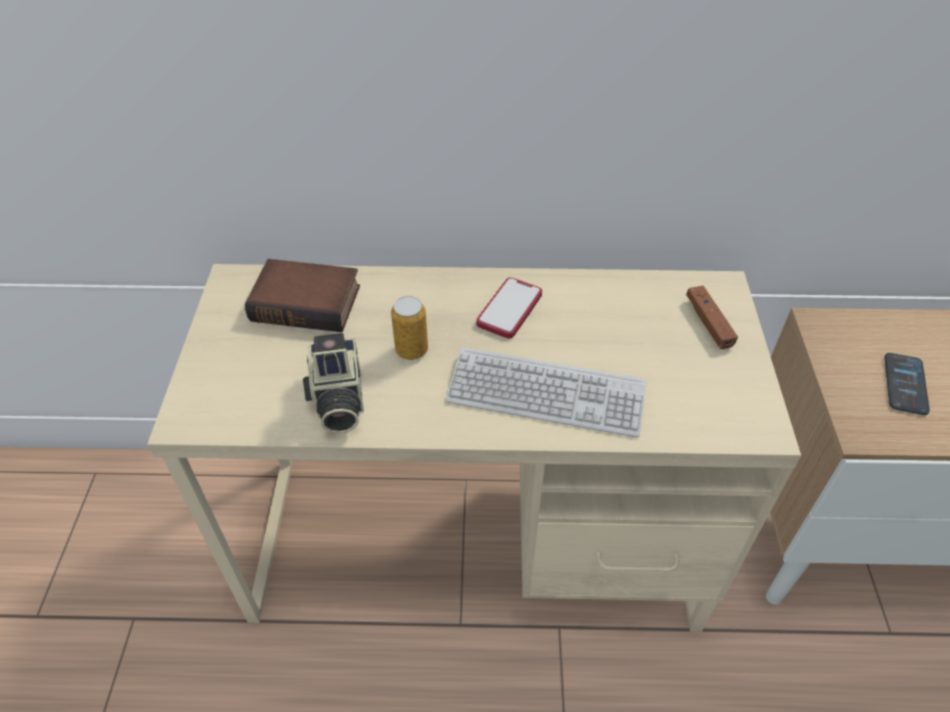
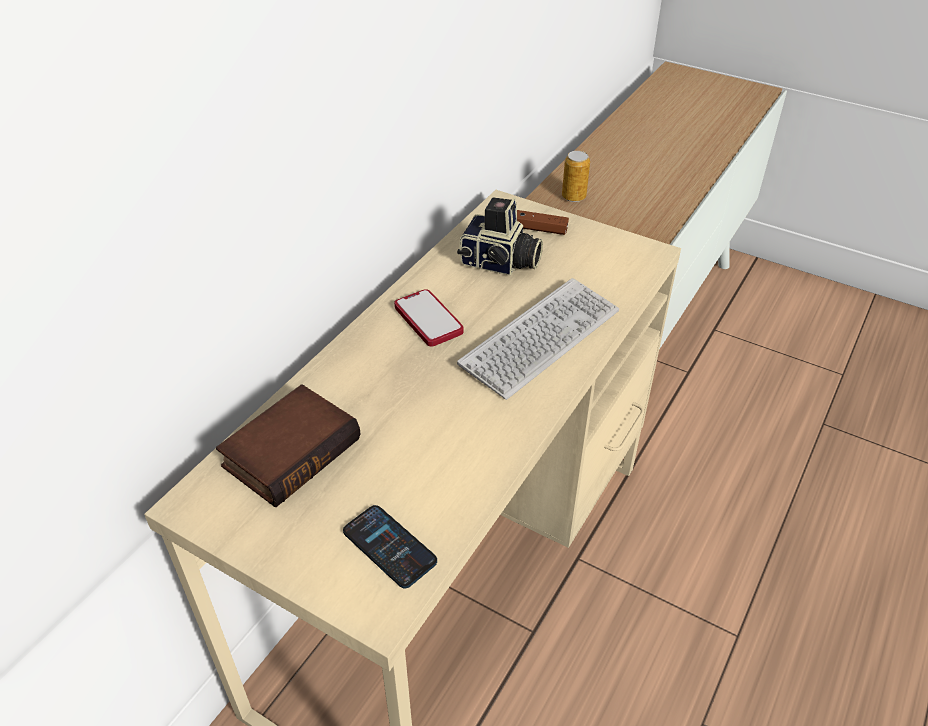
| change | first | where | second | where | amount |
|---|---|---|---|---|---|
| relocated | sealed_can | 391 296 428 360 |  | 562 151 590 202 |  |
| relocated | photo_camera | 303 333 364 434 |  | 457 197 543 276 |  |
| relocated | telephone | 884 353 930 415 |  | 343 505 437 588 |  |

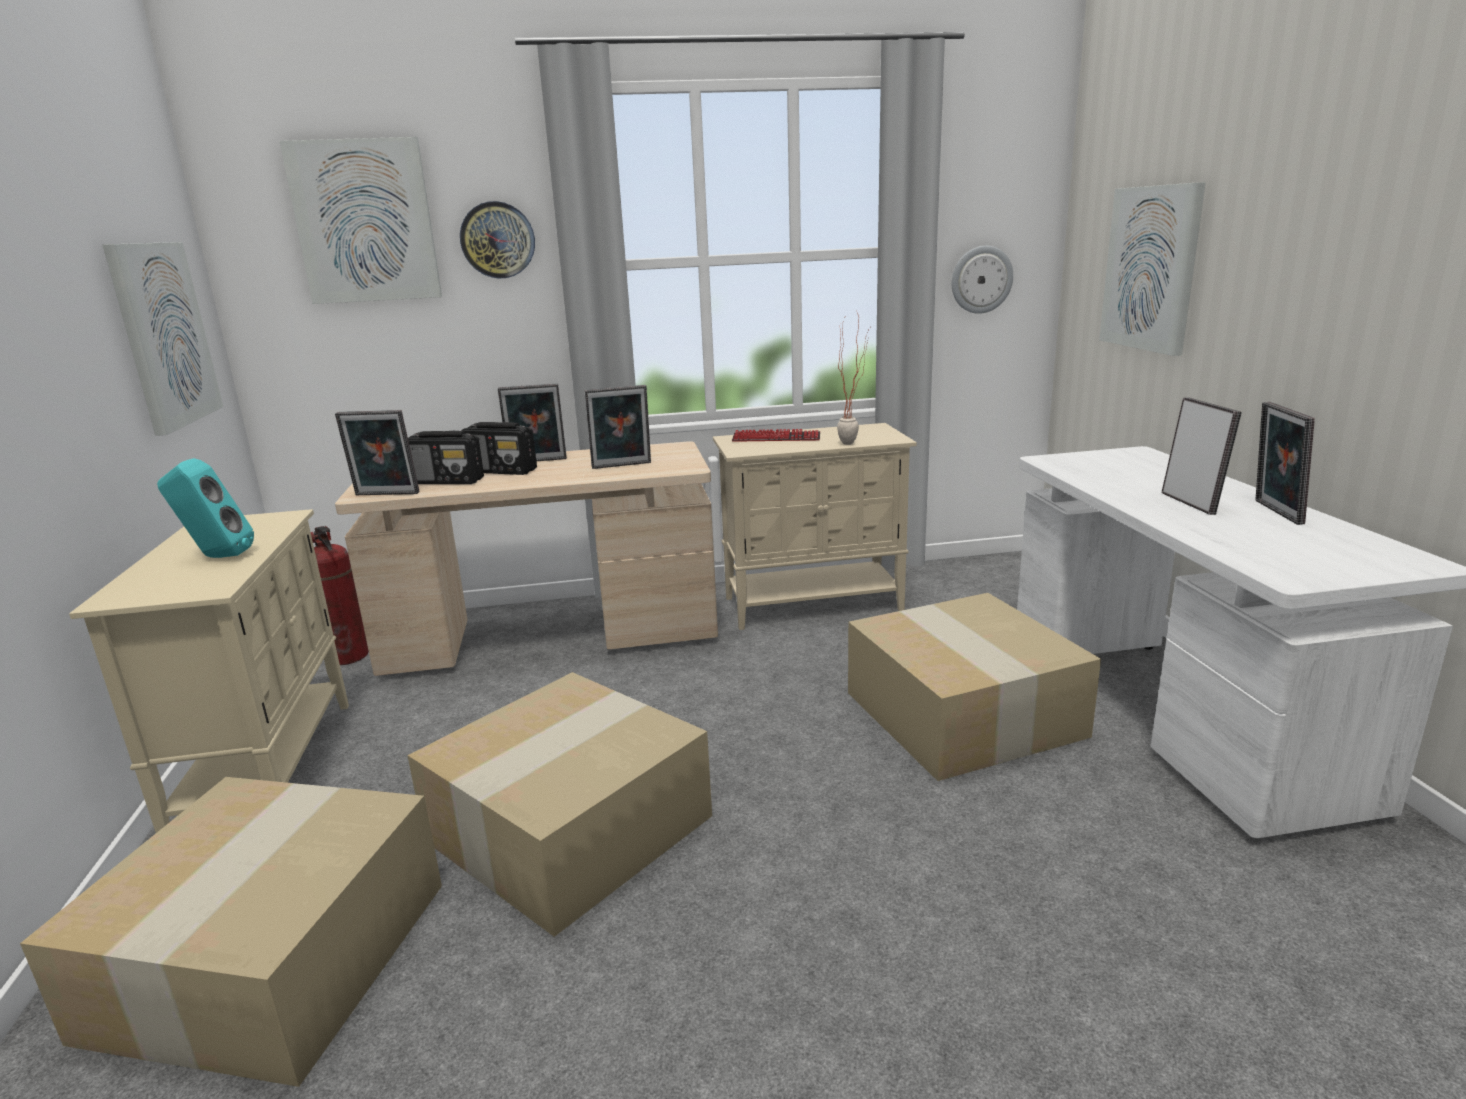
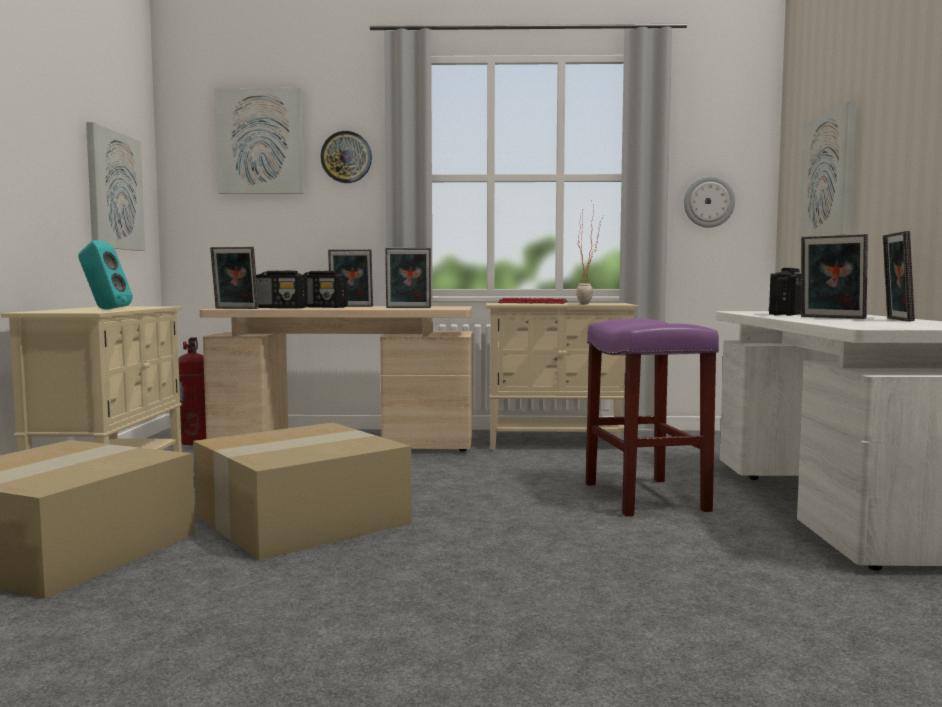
| change | first | where | second | where | amount |
|---|---|---|---|---|---|
| spun | standing_frame | 1162 397 1242 515 |  | 801 234 868 319 | 135 degrees clockwise |
| exchanged | carton | 848 593 1101 781 | purple_stool | 586 319 719 516 |  |
| appeared |  |  | radio_receiver | 769 268 801 316 |  |

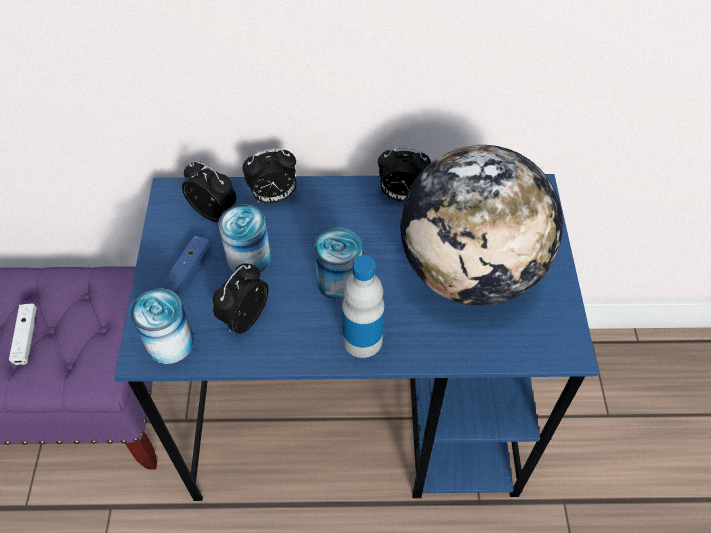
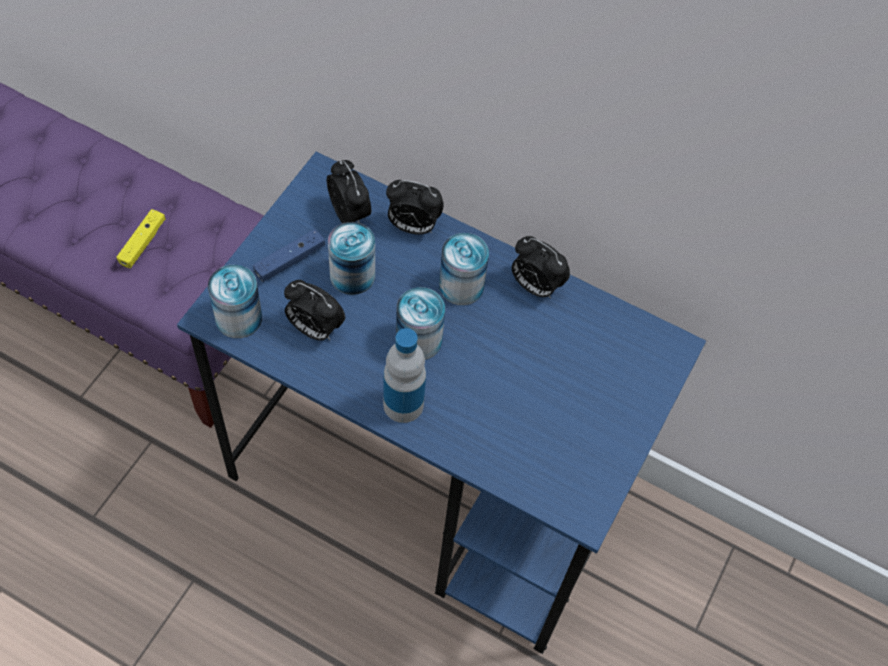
| change | first | where | second | where | amount |
|---|---|---|---|---|---|
| missing | world_globe | 400 145 563 306 |  |  |  |
| spun | alarm_clock | 213 263 269 334 |  | 284 280 345 341 | 120 degrees counterclockwise |
| colour | whitish_joypad | 9 303 37 365 | yellow-coloured_joypad | 117 209 166 268 |  |
| appeared |  |  | sealed_can | 439 233 489 305 |  |

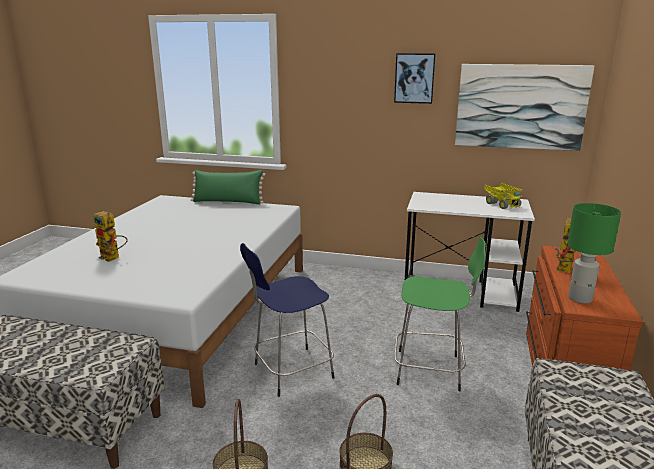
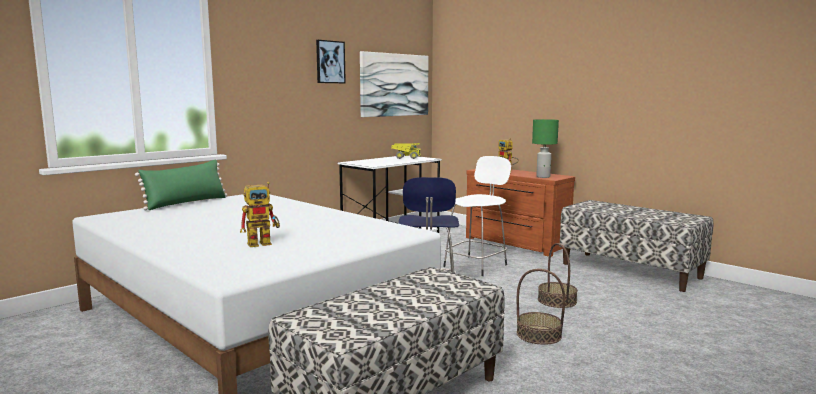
| change | first | where | second | where | amount |
|---|---|---|---|---|---|
| colour | green-coloured_stool | 394 237 486 391 | whitish_stool | 443 156 511 276 |  |

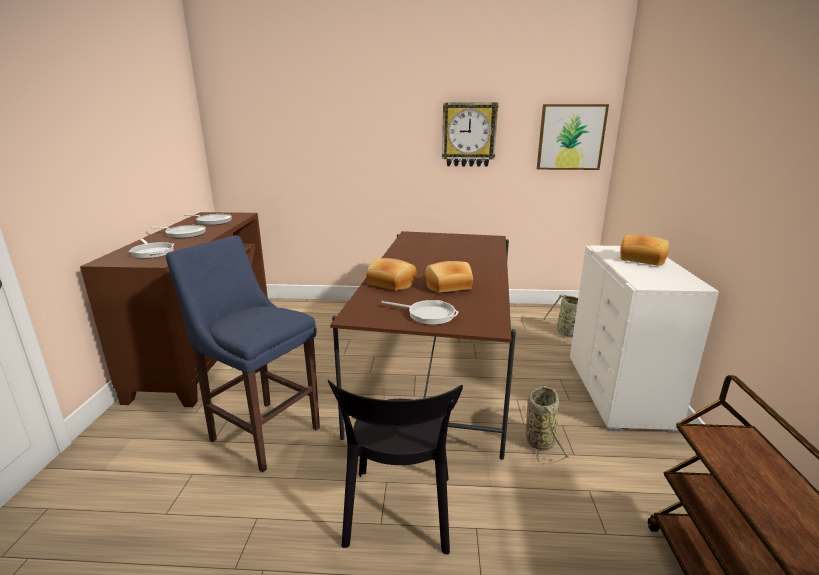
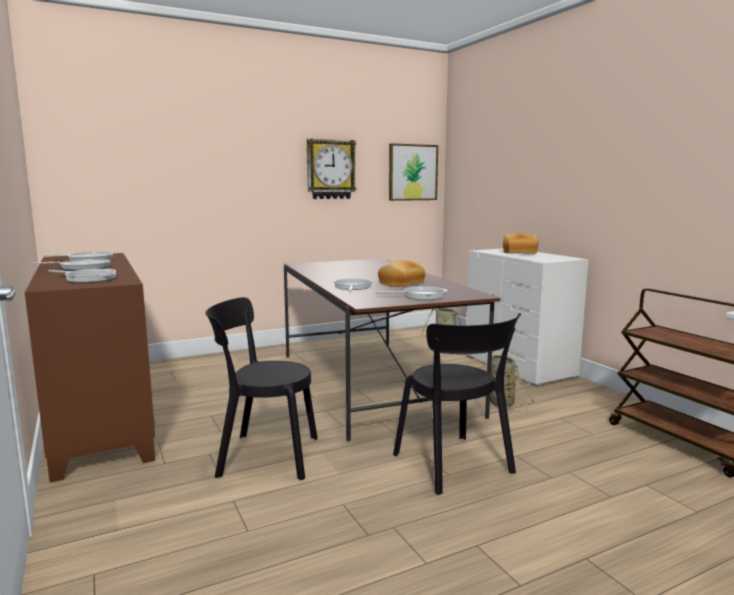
| change | first | where | second | where | amount |
|---|---|---|---|---|---|
| exchanged | bluish_stool | 166 235 320 472 | black-coloured_chair | 205 297 318 480 |  |
| exchanged | baked_bread | 366 258 417 291 | frying_pan | 333 278 373 292 |  |

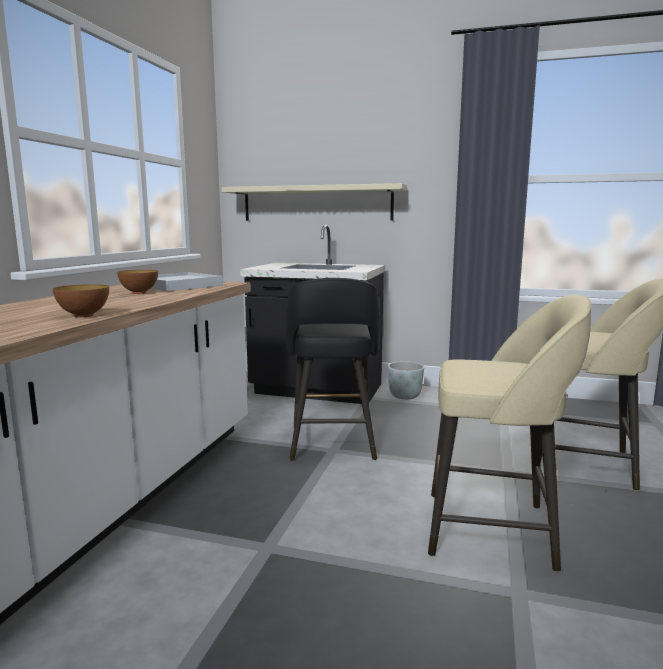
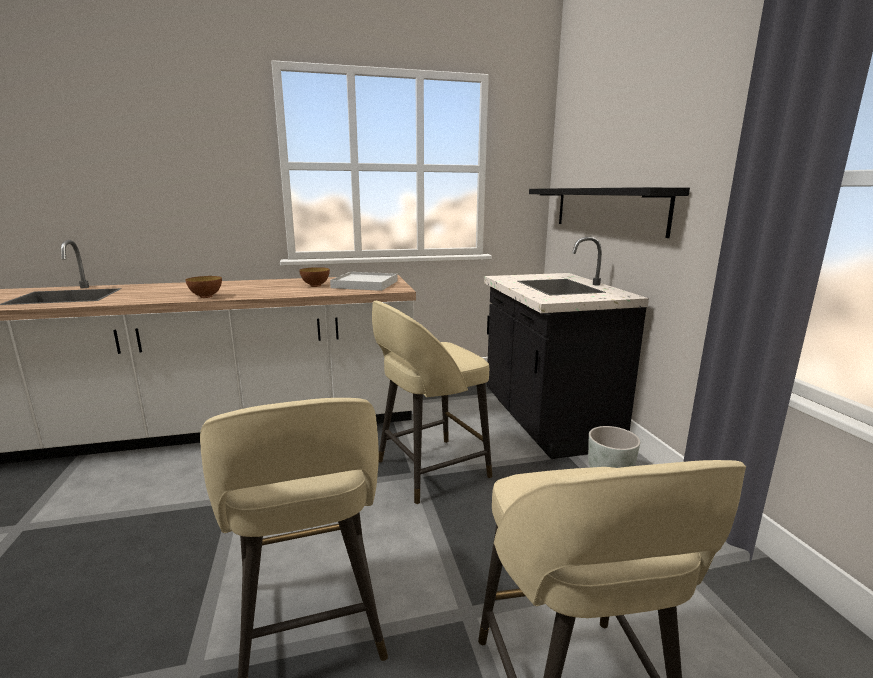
| change | first | where | second | where | amount |
|---|---|---|---|---|---|
| colour | beige_bracket_shelf | 221 183 407 221 | black-coloured_bracket_shelf | 529 187 690 238 |  |
| colour | black-coloured_stool | 286 278 380 461 | beige_stool | 372 301 492 504 |  |

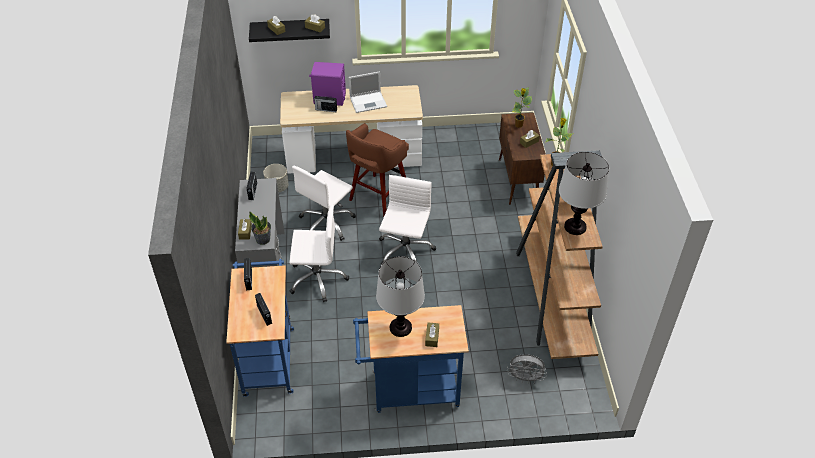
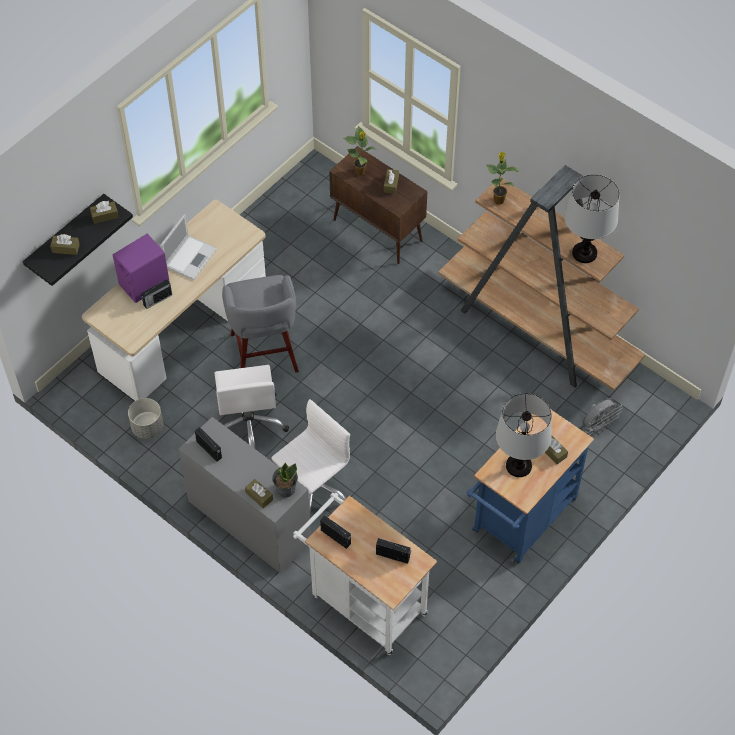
| change | first | where | second | where | amount |
|---|---|---|---|---|---|
| colour | brown_stool | 346 123 409 217 | grey_stool | 222 275 299 373 |  |
| missing | whitish_office_chair | 379 175 436 265 |  |  |  |
| colour | bluish_wheeled_cart | 226 259 294 397 | whitish_wheeled_cart | 293 493 437 655 |  |

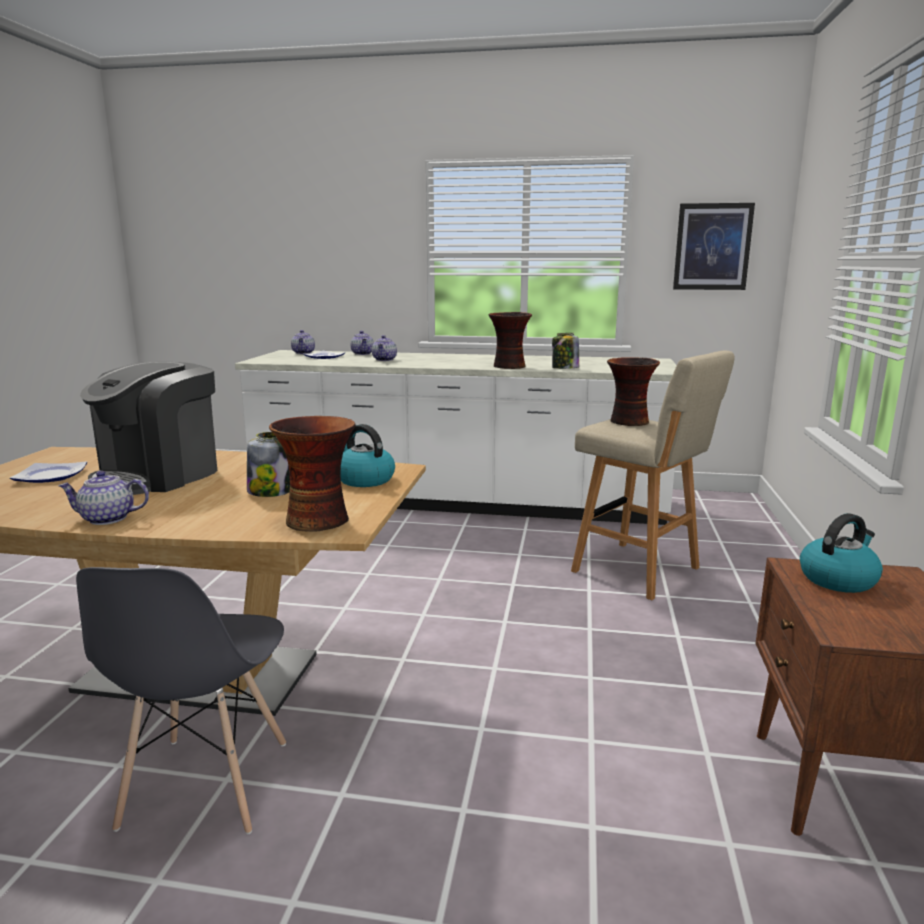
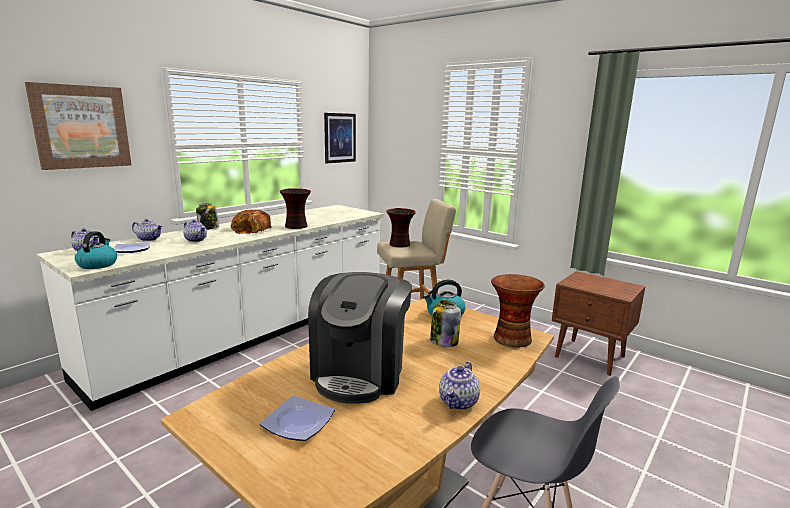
| change | first | where | second | where | amount |
|---|---|---|---|---|---|
| relocated | preserve_jar | 552 333 579 369 |  | 196 203 219 230 |  |
| spun | coffee_machine | 80 362 217 495 |  | 308 272 412 404 | 45 degrees clockwise |
| relocated | water_kettle | 800 513 883 593 |  | 75 231 117 269 |  |
| appeared |  |  | picture | 25 82 131 170 |  |
| appeared |  |  | baked_bread | 231 209 272 234 |  |

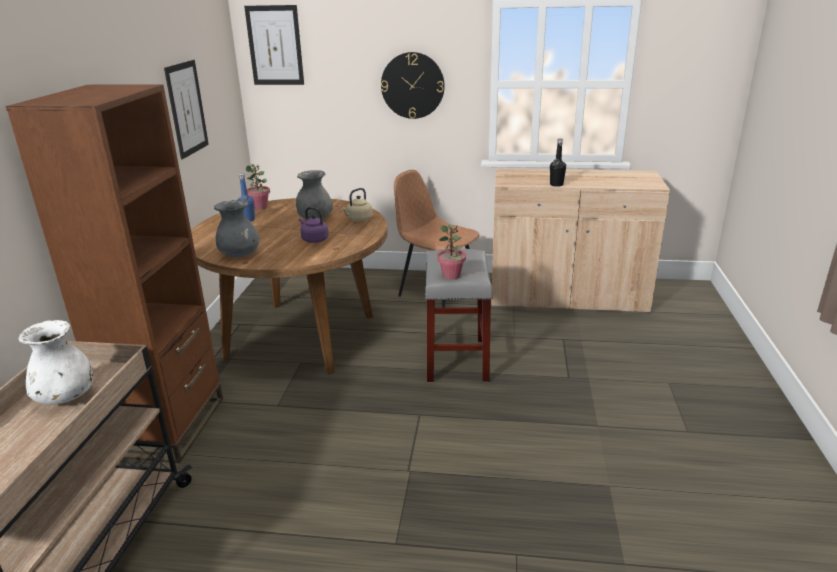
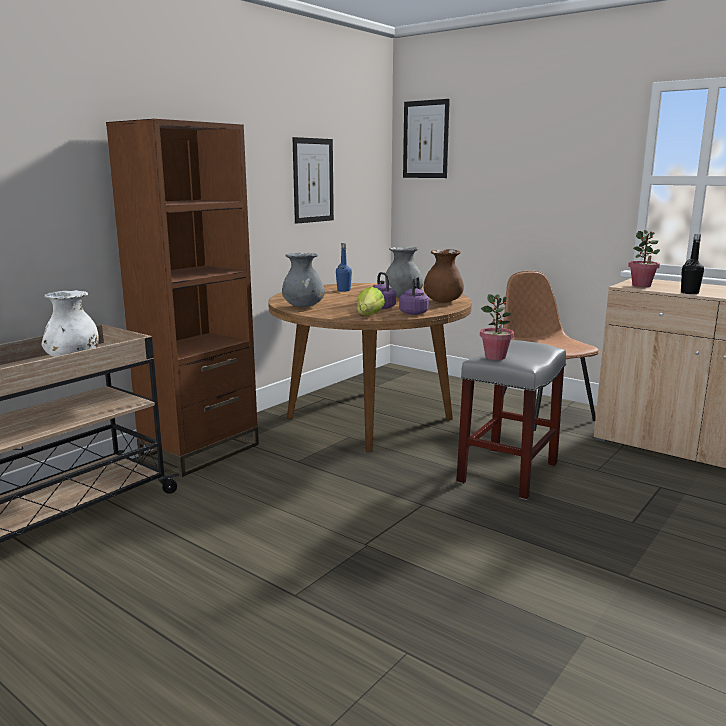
| change | first | where | second | where | amount |
|---|---|---|---|---|---|
| missing | hanging_clock | 381 52 445 119 |  |  |  |
| relocated | houseplant | 246 164 270 210 |  | 628 230 660 287 |  |
| exchanged | beige_water_kettle | 341 188 372 221 | brown_vase | 424 249 464 303 |  |
| appeared |  |  | purple_water_kettle | 399 276 429 315 |  |
| appeared |  |  | head_of_lettuce | 357 287 385 315 |  |

